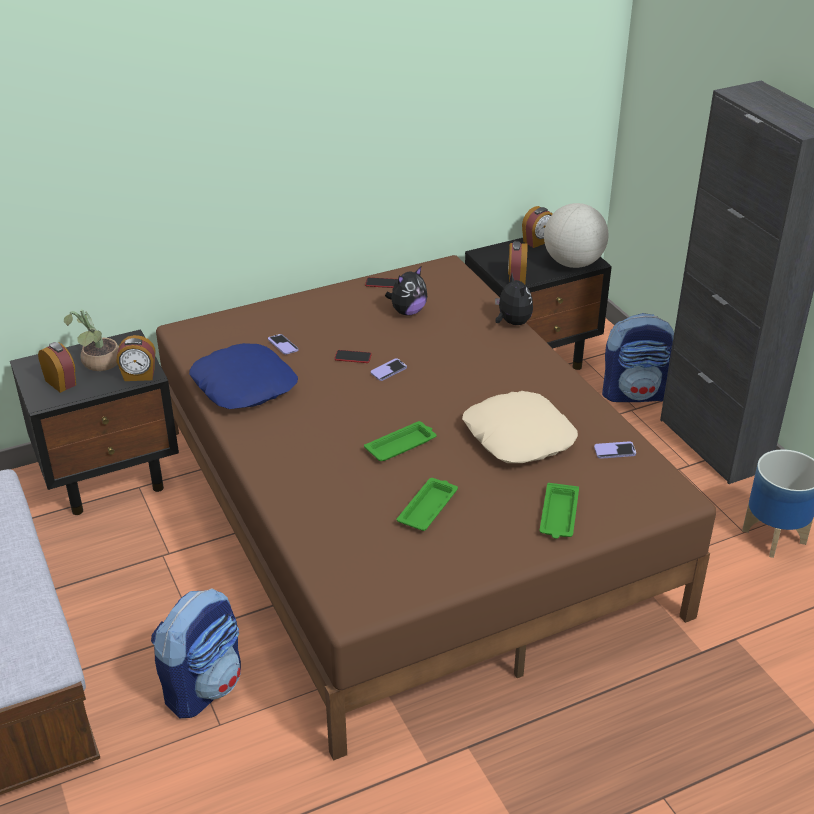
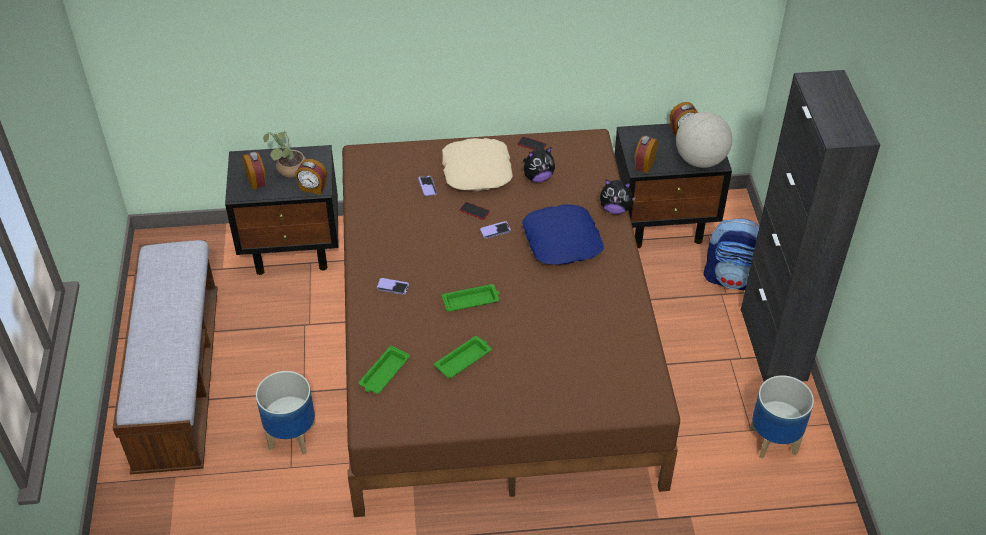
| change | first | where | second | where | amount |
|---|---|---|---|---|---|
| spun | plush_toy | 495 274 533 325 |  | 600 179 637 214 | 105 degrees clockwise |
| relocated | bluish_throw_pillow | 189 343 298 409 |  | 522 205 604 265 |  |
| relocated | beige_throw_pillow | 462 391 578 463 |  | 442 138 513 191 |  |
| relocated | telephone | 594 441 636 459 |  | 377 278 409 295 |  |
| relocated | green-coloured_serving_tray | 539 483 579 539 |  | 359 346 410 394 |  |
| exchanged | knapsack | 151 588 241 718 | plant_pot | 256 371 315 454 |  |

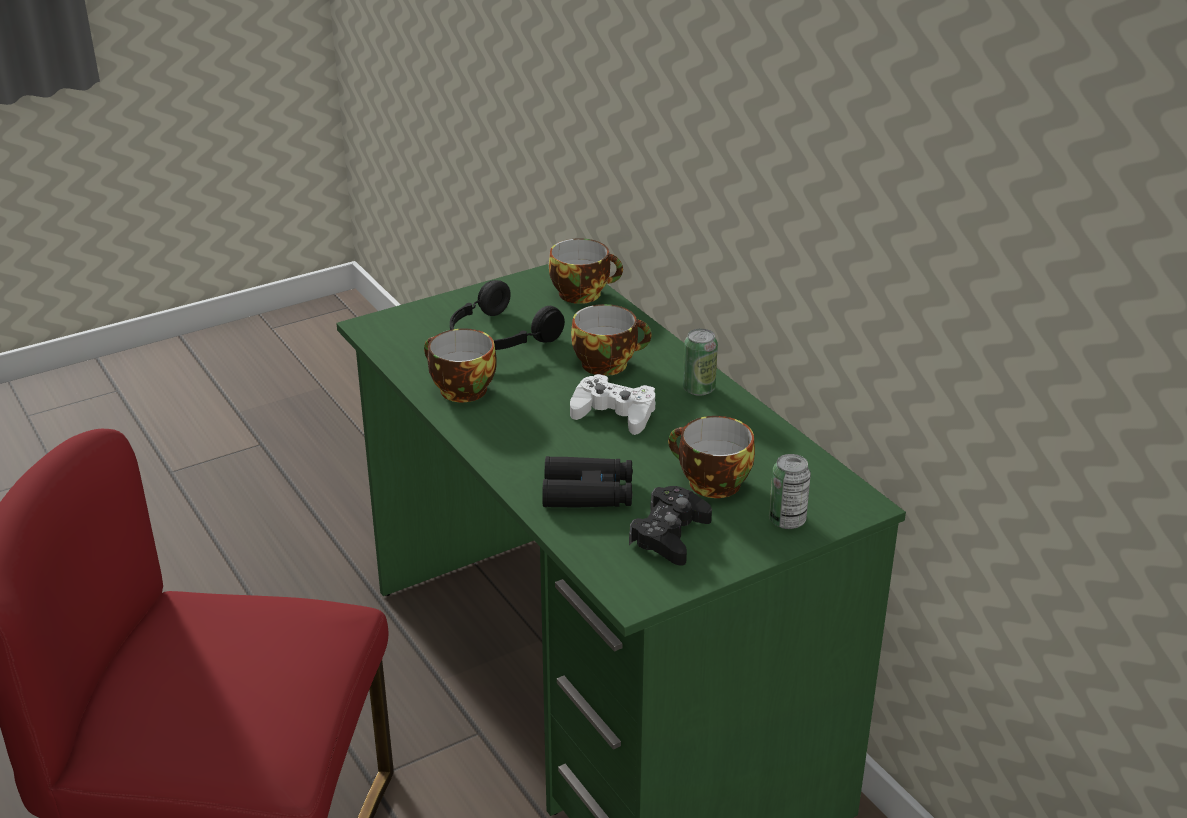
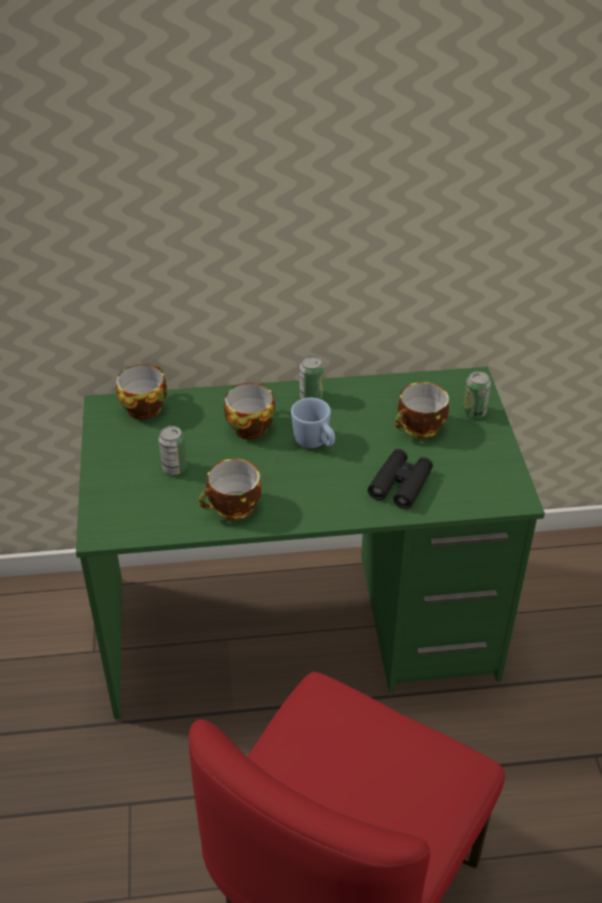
| change | first | where | second | where | amount |
|---|---|---|---|---|---|
| exchanged | black-coloured_headphones | 450 280 565 350 | sealed_can | 158 426 187 475 |  |
| exchanged | whitish_joypad | 570 374 655 435 | bluish_tea_mug | 291 398 335 448 |  |
| missing | black-coloured_joypad | 629 486 712 566 |  |  |  |

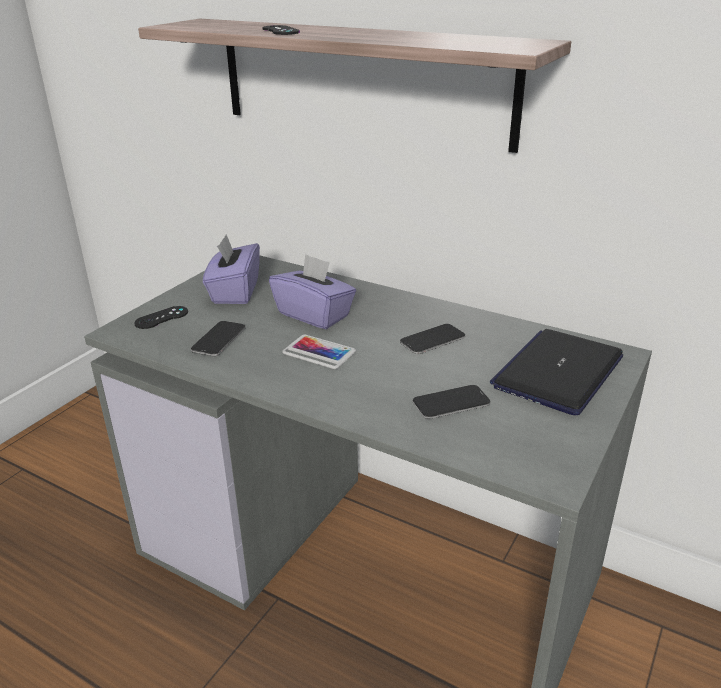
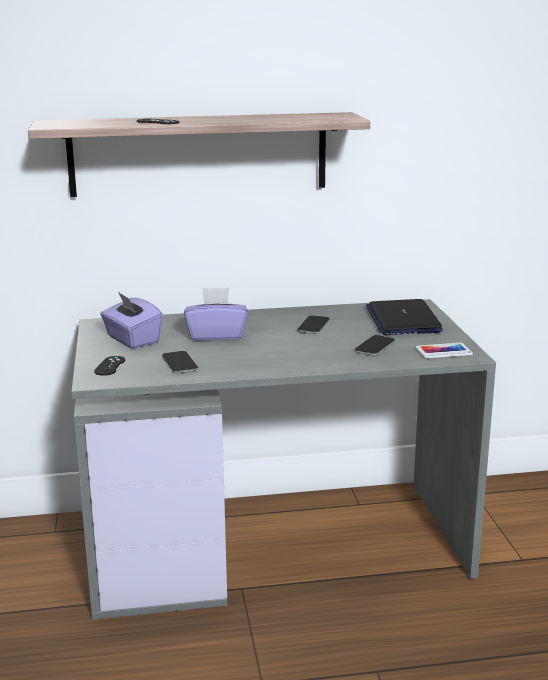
| change | first | where | second | where | amount |
|---|---|---|---|---|---|
| relocated | telephone | 282 335 356 369 |  | 416 343 473 359 |  |

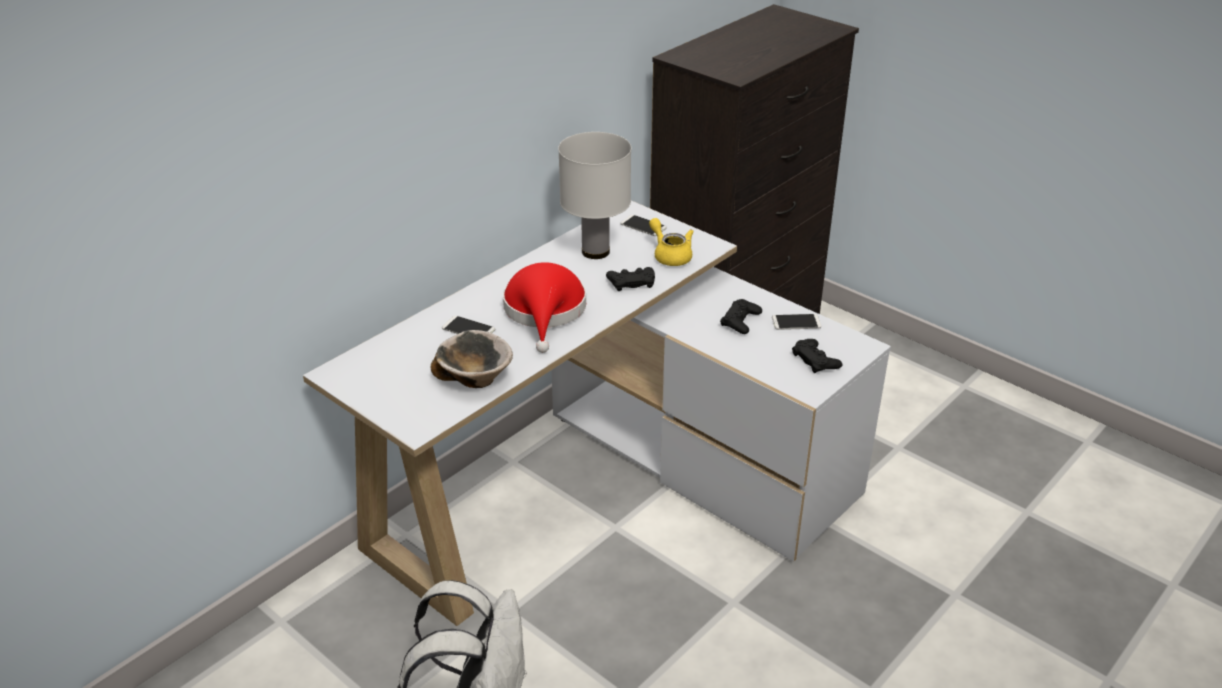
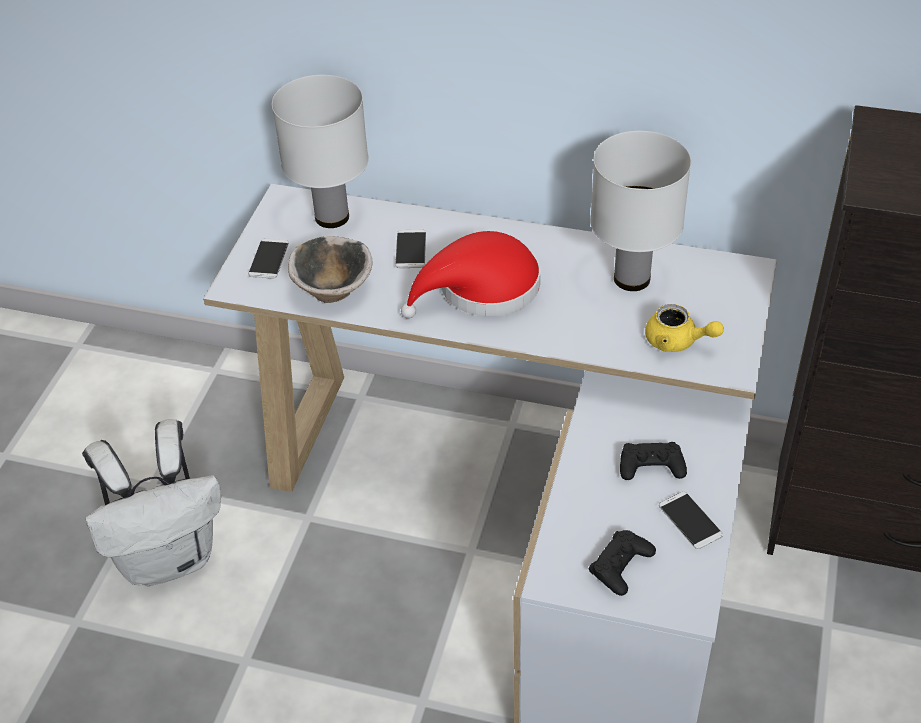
| change | first | where | second | where | amount |
|---|---|---|---|---|---|
| relocated | telephone | 620 215 667 236 |  | 248 239 289 279 |  |
| spun | yellow-coloured_tea_pot | 649 218 694 266 |  | 645 304 724 352 | 90 degrees clockwise |
| missing | black-coloured_joypad | 606 267 655 291 |  |  |  |
| appeared |  |  | whitish_tabletop_lamp | 272 75 369 228 |  |

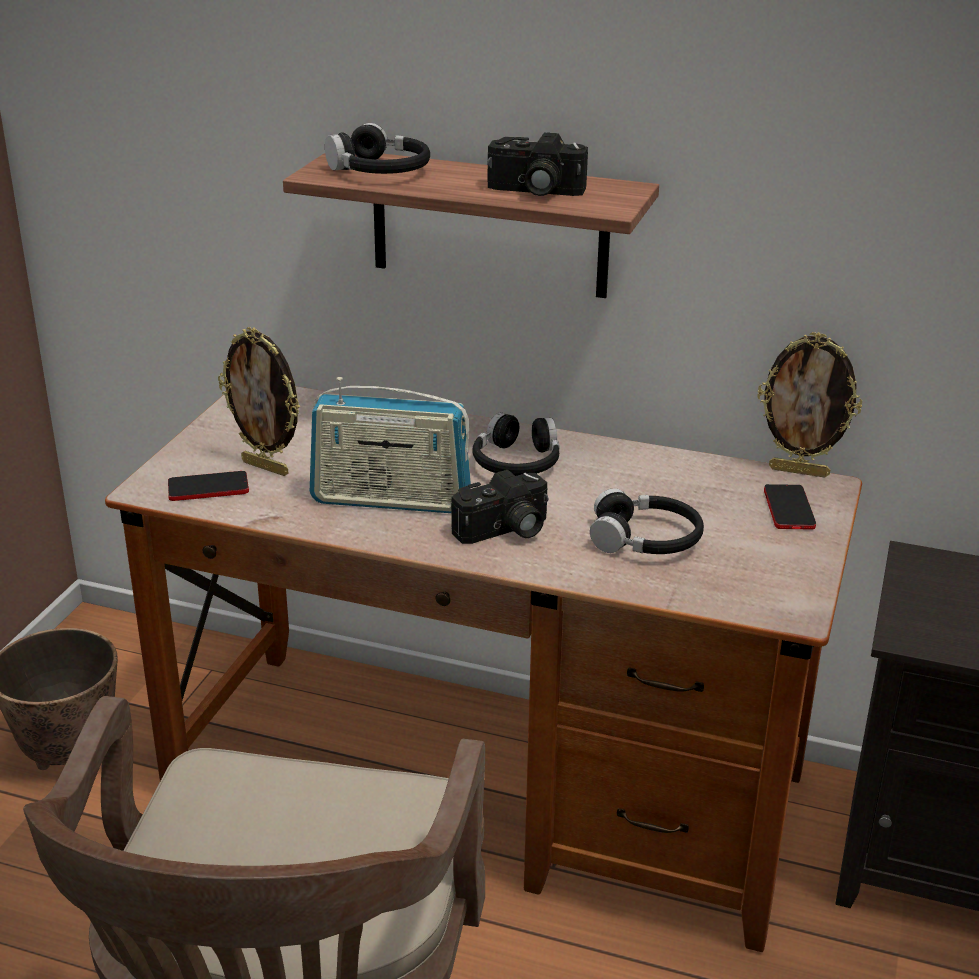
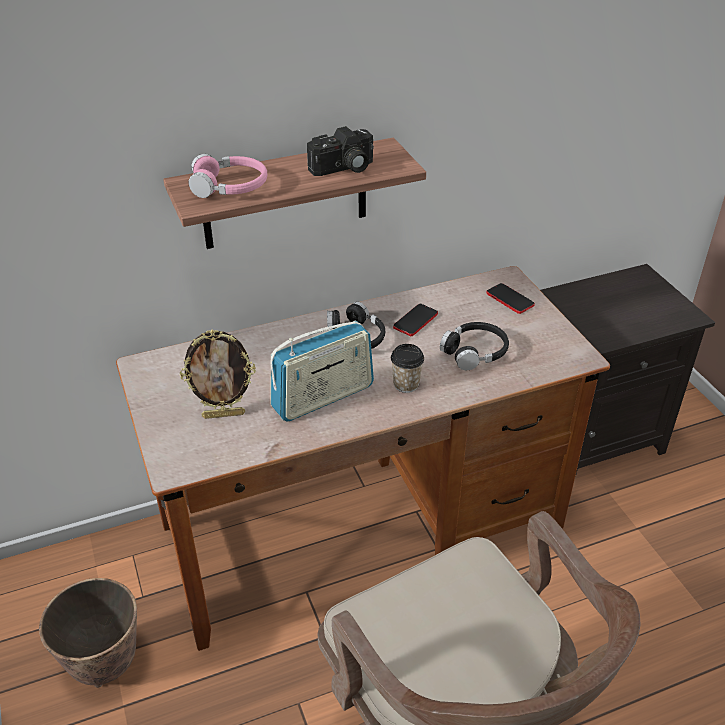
| change | first | where | second | where | amount |
|---|---|---|---|---|---|
| colour | black-coloured_headphones | 325 123 430 174 | pink_headphones | 188 154 267 198 |  |
| missing | standing_frame | 757 332 862 478 |  |  |  |
| exchanged | photo_camera | 451 470 548 544 | drinking_cup | 391 344 424 393 |  |
| relocated | telephone | 168 471 249 501 |  | 393 304 438 336 |  |

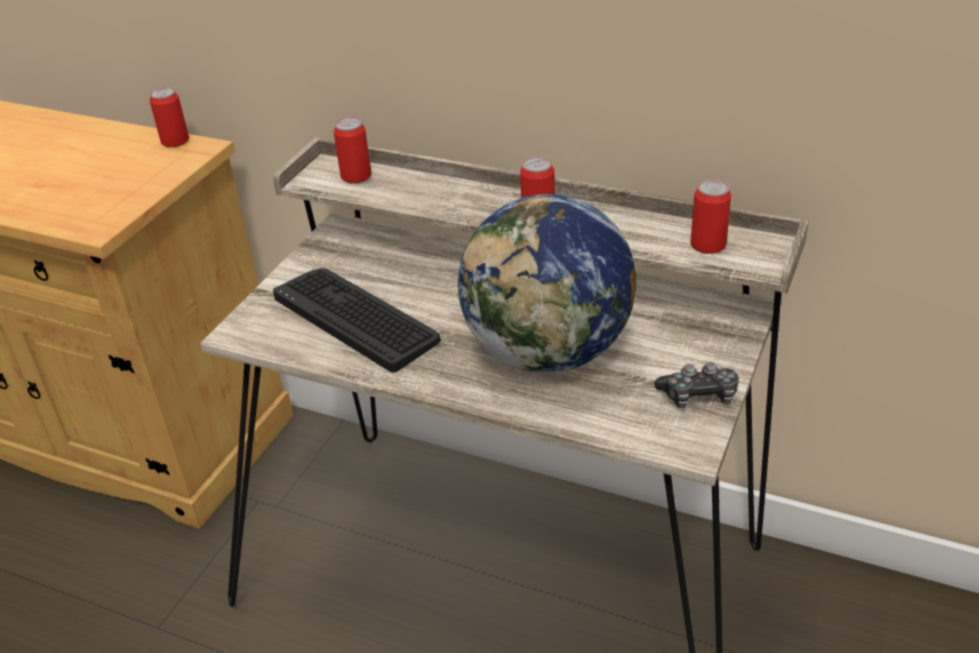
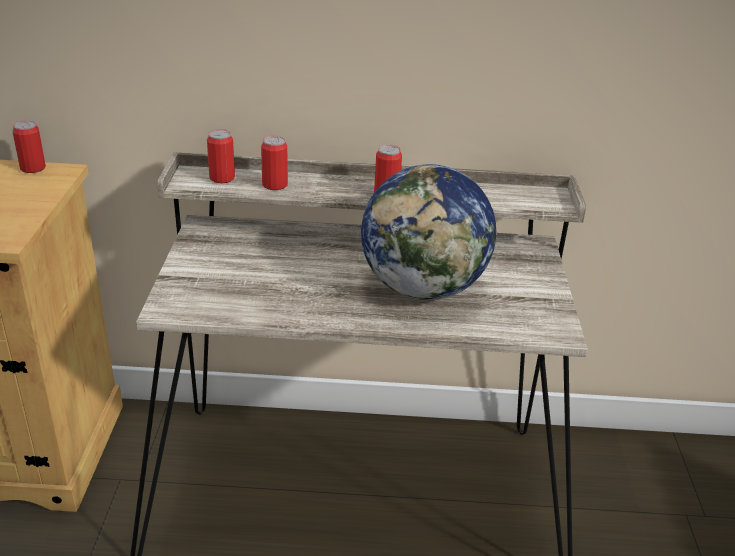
| change | first | where | second | where | amount |
|---|---|---|---|---|---|
| relocated | sealed_can | 690 179 731 254 |  | 261 136 288 190 |  |
| missing | computer_keyboard | 273 268 441 373 |  |  |  |
| missing | joypad | 654 362 739 408 |  |  |  |

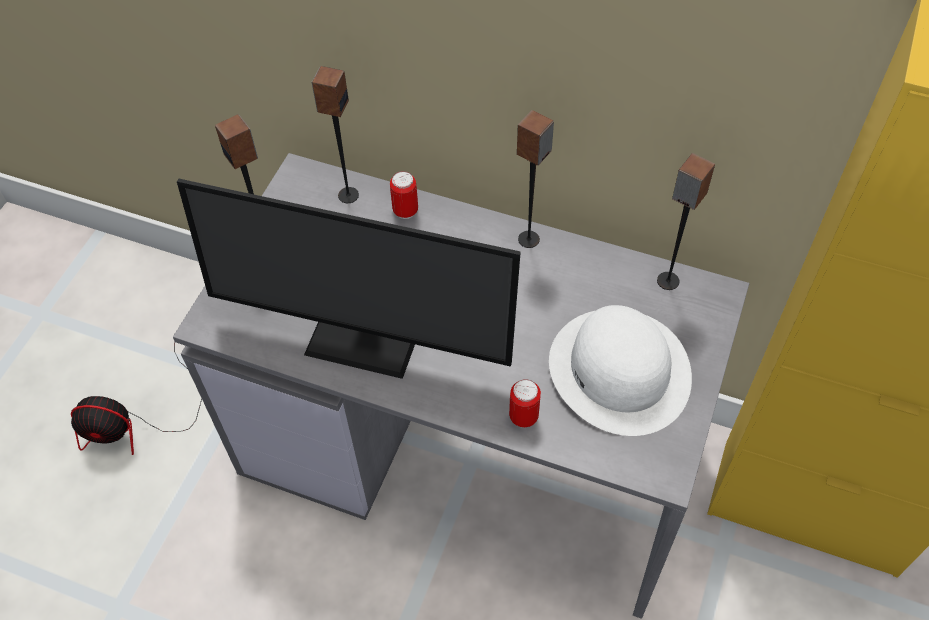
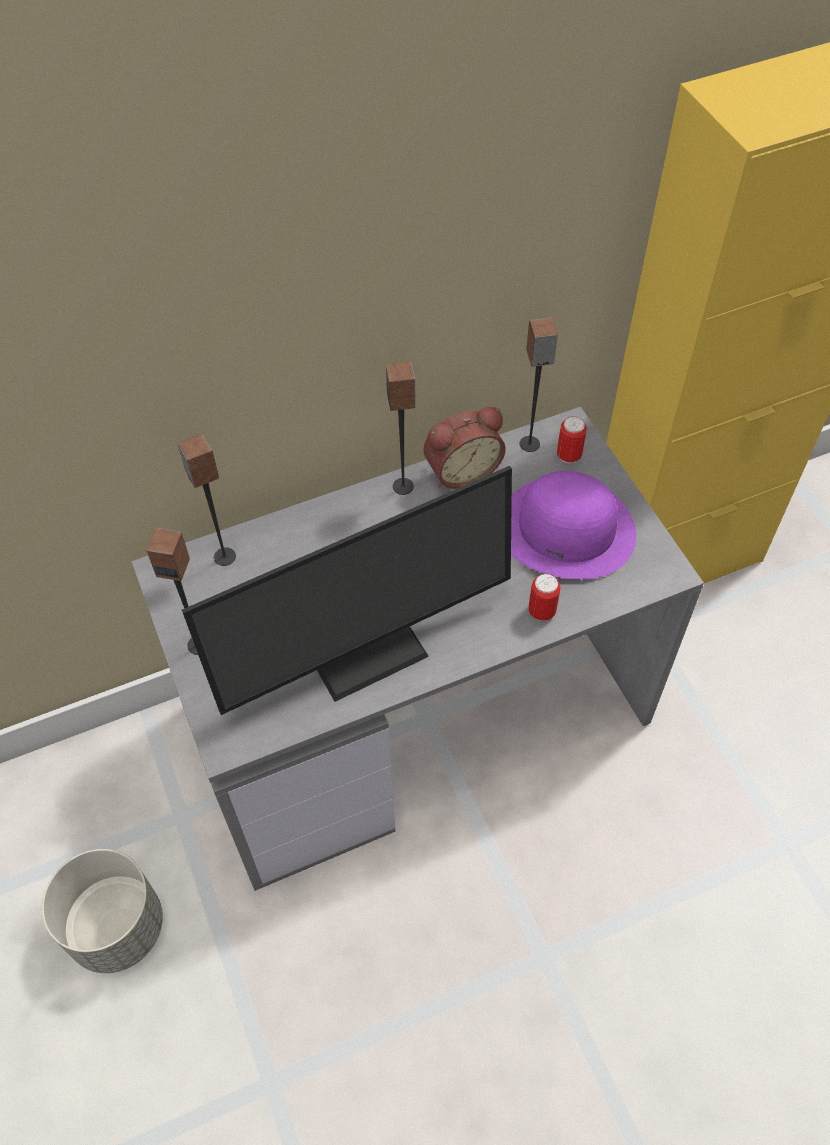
| change | first | where | second | where | amount |
|---|---|---|---|---|---|
| relocated | sealed_can | 390 171 418 219 |  | 557 416 587 464 |  |
| colour | whitish_wearable_hat | 549 305 692 436 | purple_wearable_hat | 511 471 636 580 |  |
| exchanged | cooling_fan | 71 342 202 455 | grey_plant_pot | 42 849 163 973 |  |
| appeared |  |  | alarm_clock | 424 407 506 489 |  |

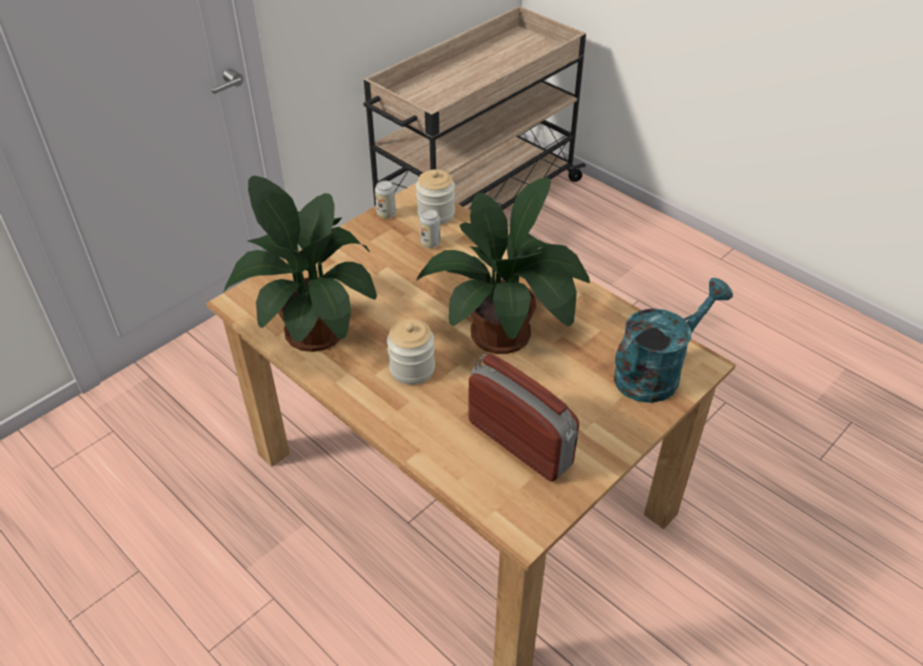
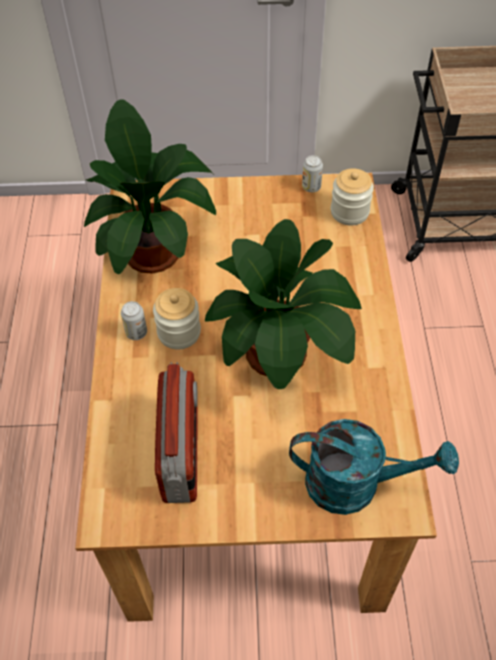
| change | first | where | second | where | amount |
|---|---|---|---|---|---|
| relocated | sealed_can | 420 209 440 248 |  | 121 301 147 340 |  |

